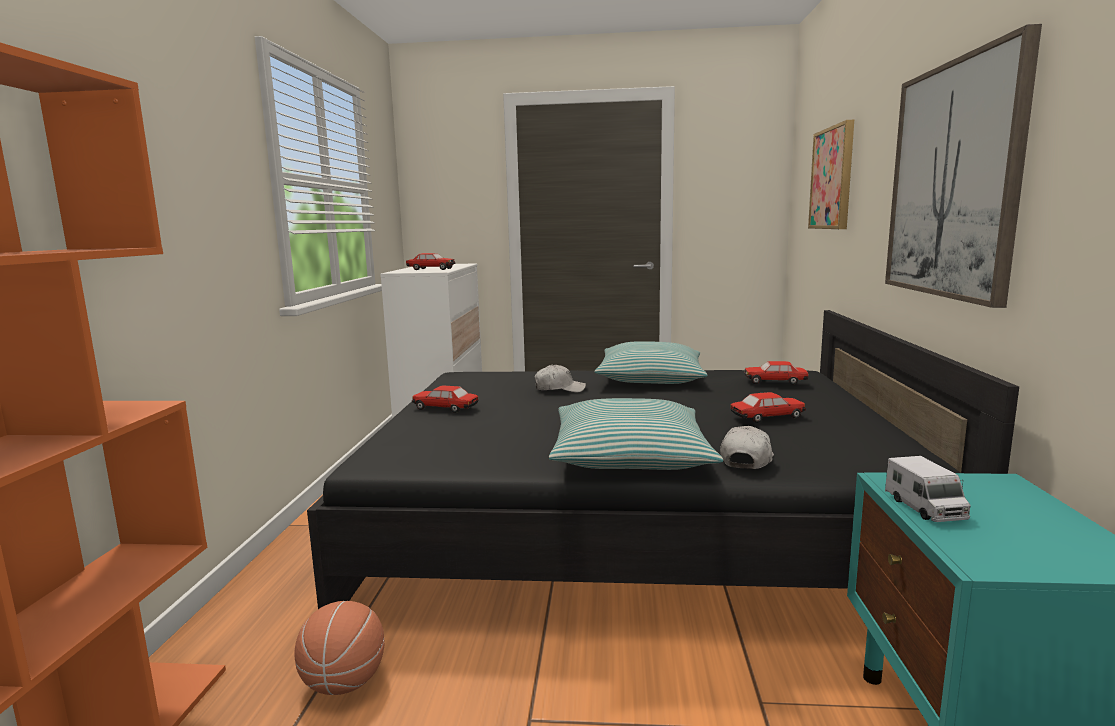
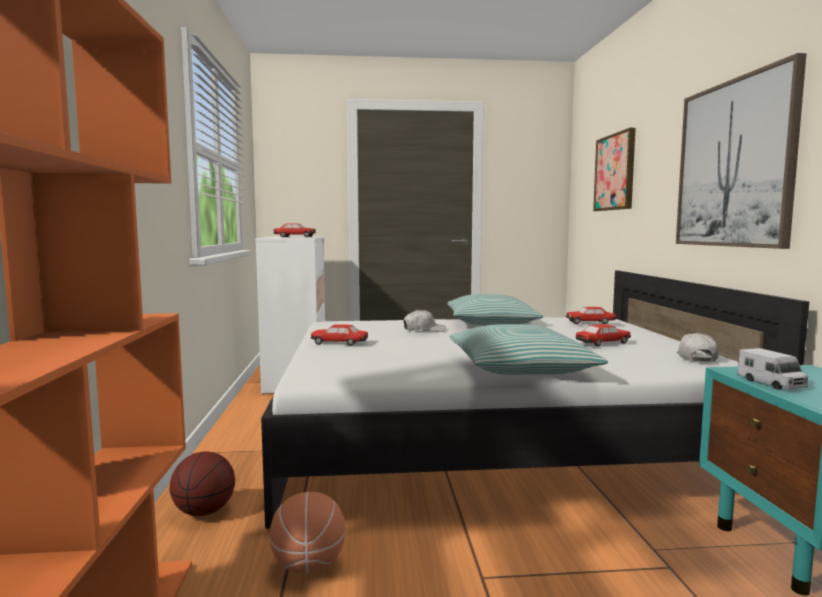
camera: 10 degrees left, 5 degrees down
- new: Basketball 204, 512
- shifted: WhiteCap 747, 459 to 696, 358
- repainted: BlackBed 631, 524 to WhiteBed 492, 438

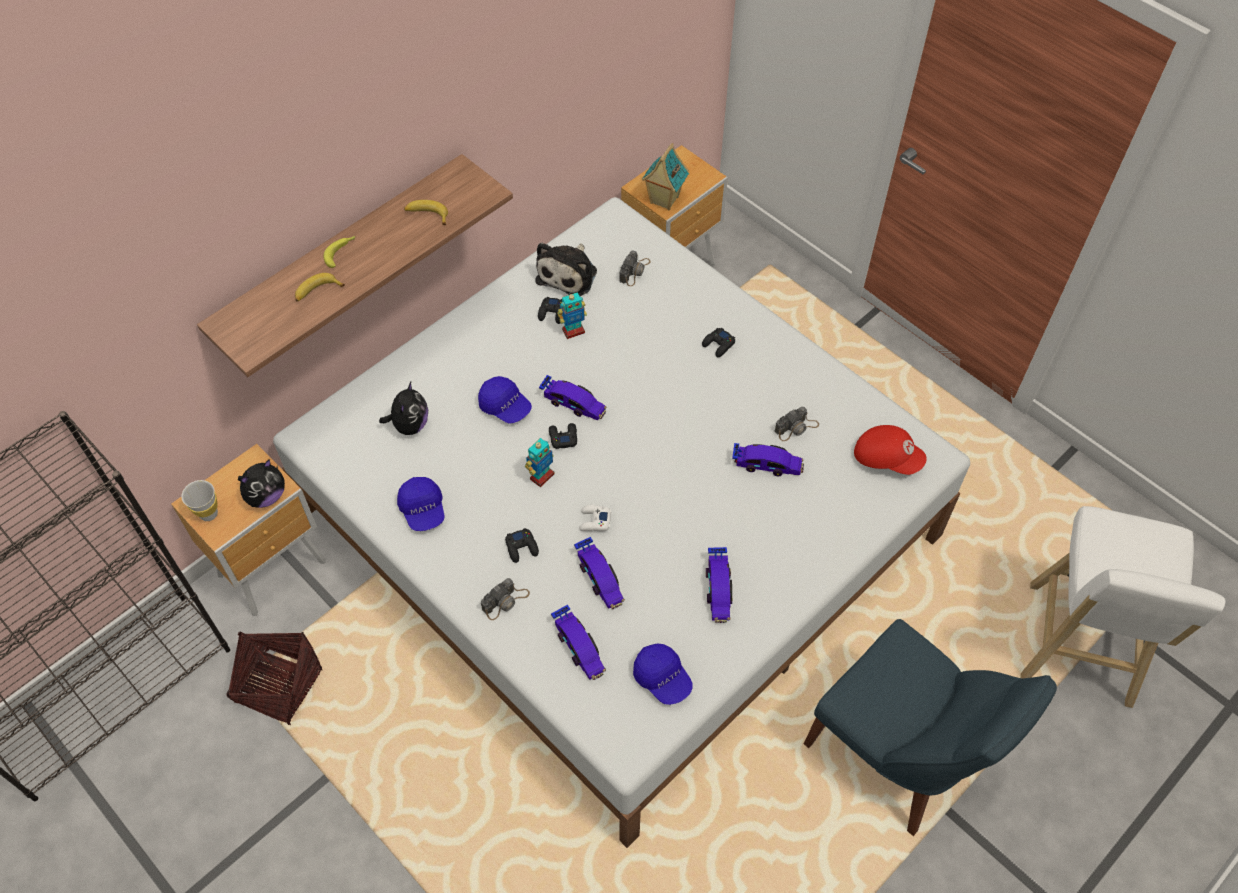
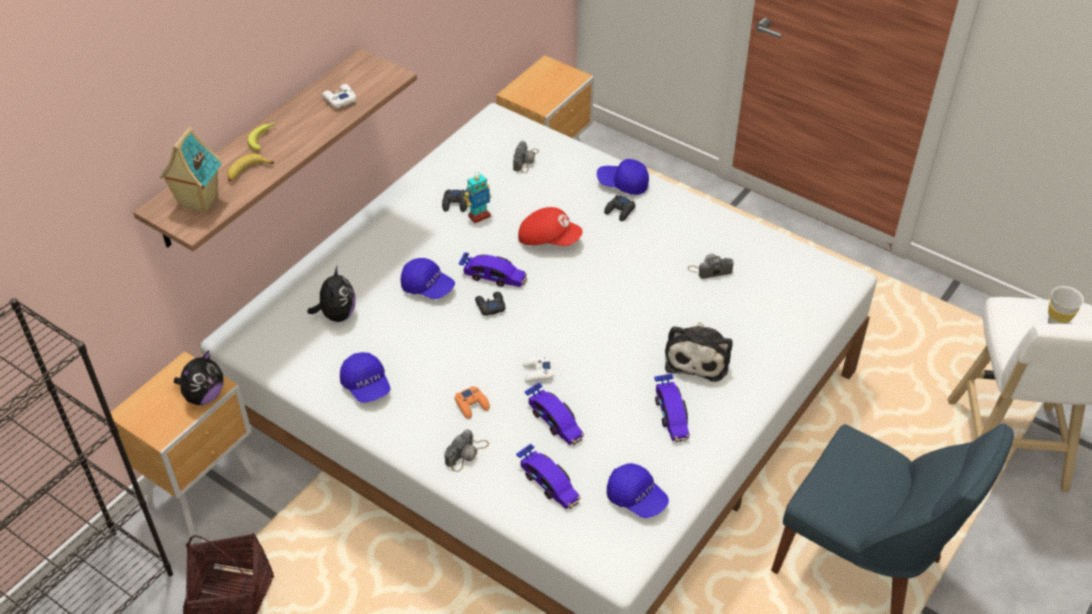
camera: 10 degrees left, 10 degrees down
- gone: ToyRobot 541, 476
- gone: ToyCar 767, 464
- new: BlueCap 623, 183
- shifted: WhiteCup 209, 514 to 1056, 323
- shifted: PlushToy 569, 274 to 698, 357
- shifted: ToyHouse 663, 200 to 198, 203
- shifted: RedCap 887, 458 to 549, 239
- swapped: Banana 427, 215 to WhiteGameController 339, 99
- repainted: BlackGameController 522, 547 to OrangeGameController 472, 405
- rotated: PhotoCamera 796, 427 = 710, 270 150 degrees counterclockwise

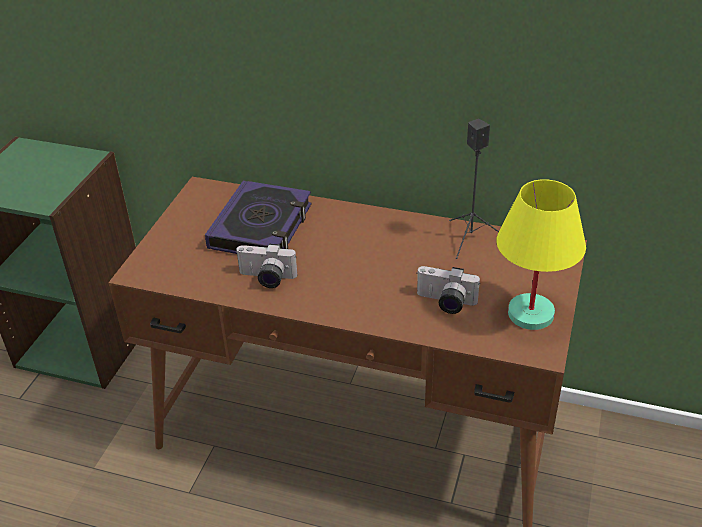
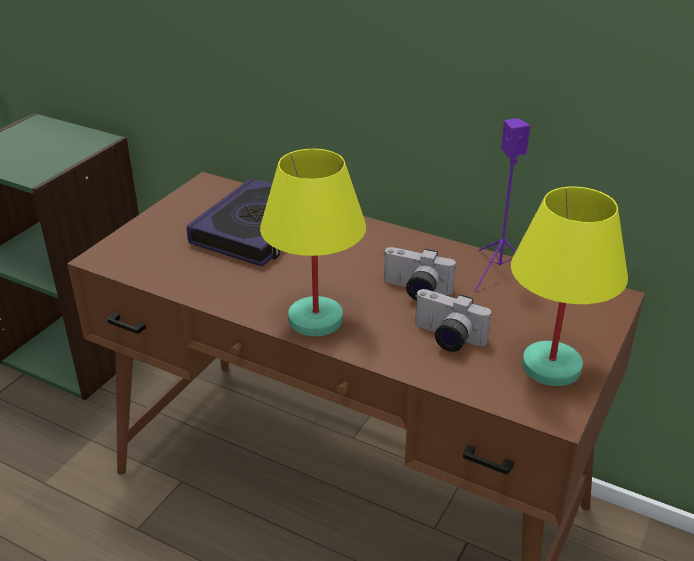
camera: 10 degrees right, 5 degrees down
- new: YellowTableLamp 314, 320
- shifted: PhotoCamera 266, 279 to 415, 291
- repainted: BlackSpeaker 471, 238 to PurpleSpeaker 500, 272

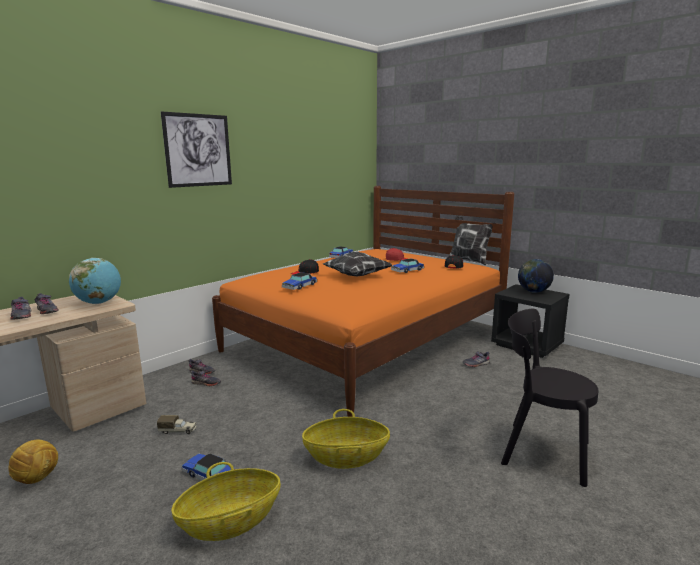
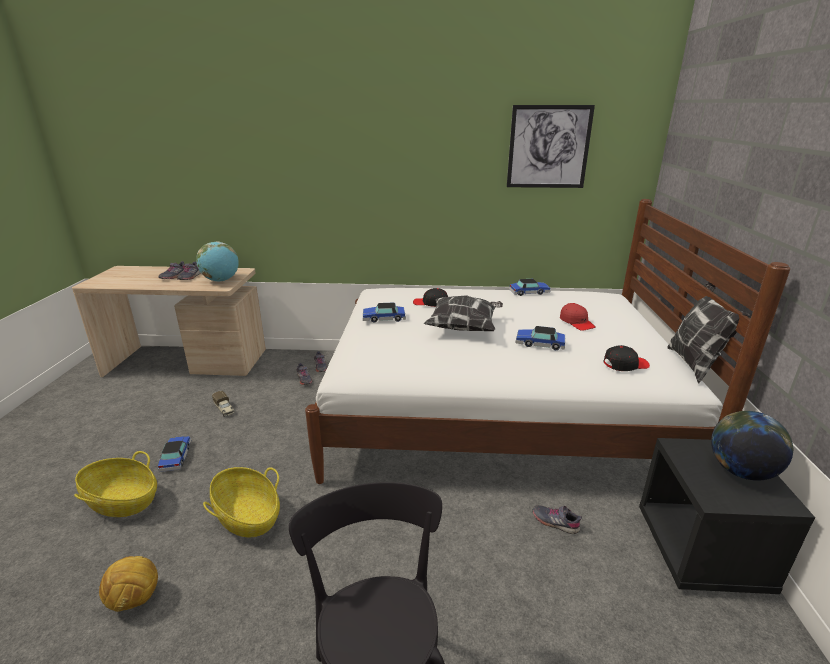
camera: 50 degrees right, 10 degrees up
- shifted: Football 38, 478 to 136, 600
- shifted: Picture 198, 150 to 548, 147
- repainted: OrangeBed 367, 341 to WhiteBed 494, 411

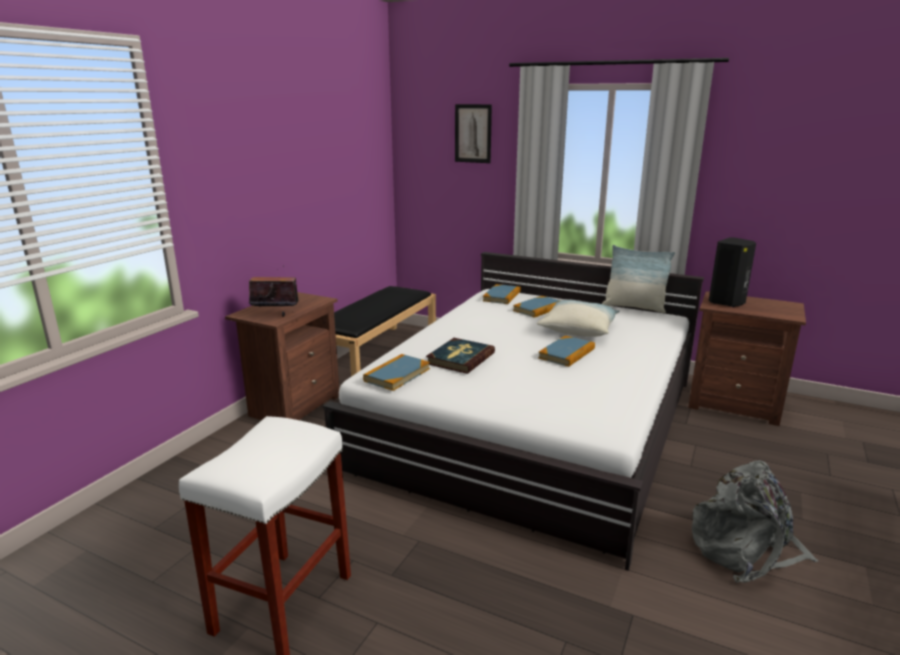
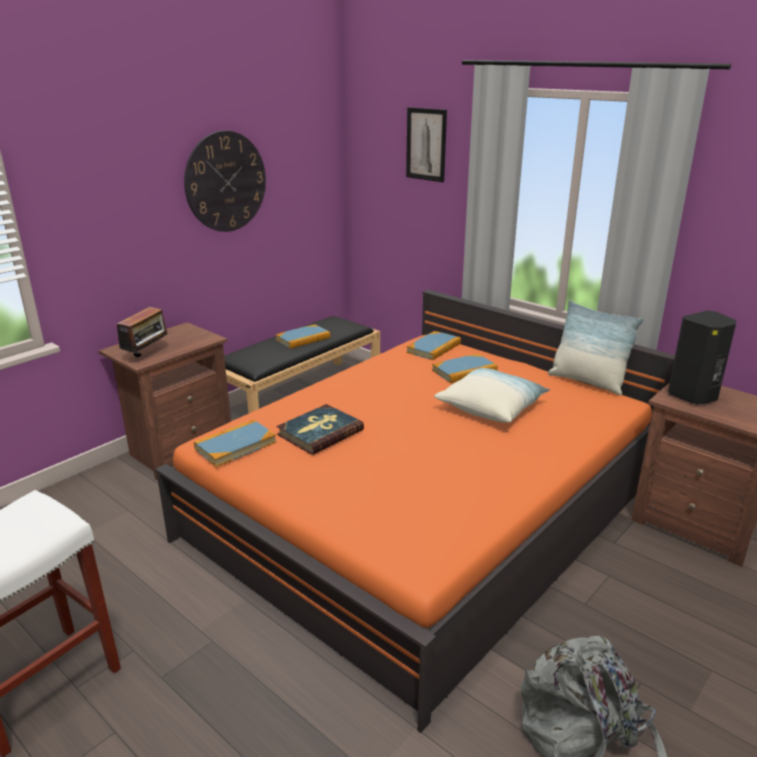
camera: 15 degrees right, 5 degrees up
- new: WallClock 225, 182
- shifted: Book 567, 353 to 303, 339
- repainted: WhiteBed 533, 423 to OrangeBed 425, 511
- rotated: Radio 275, 315 = 147, 354 105 degrees clockwise

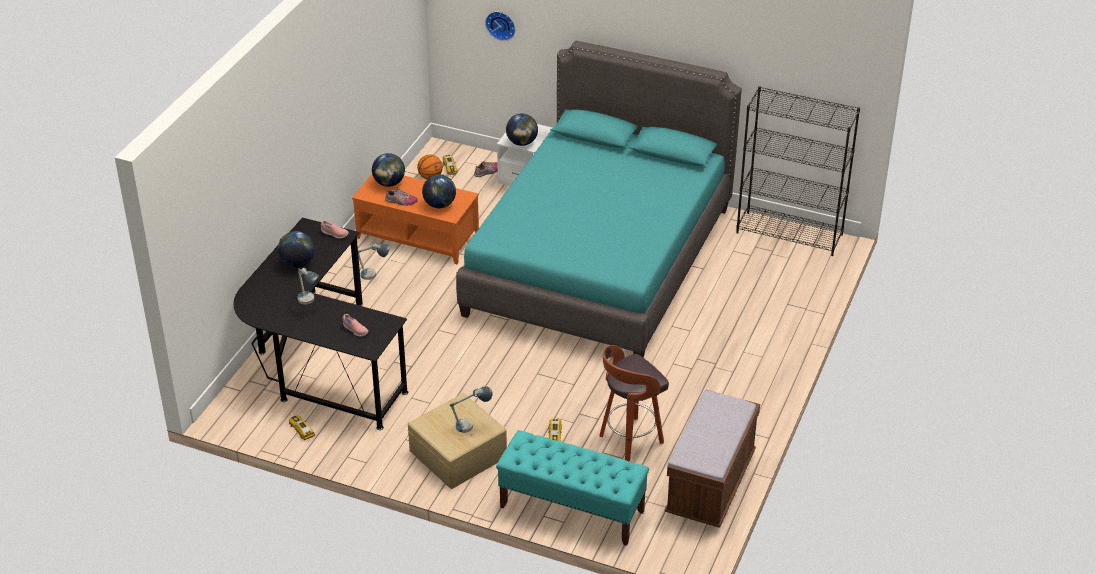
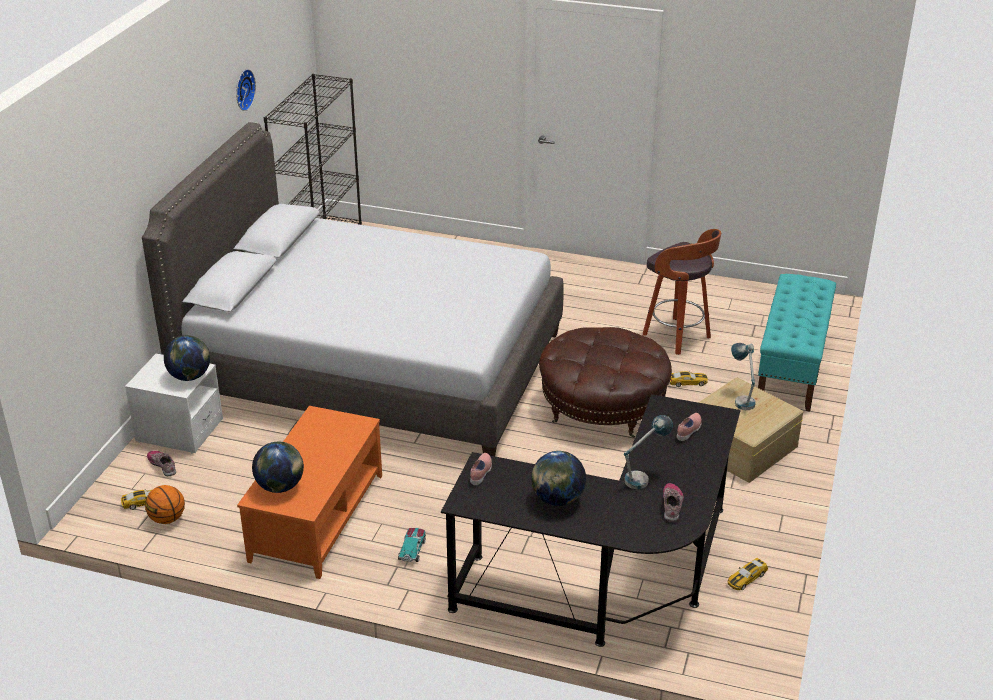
camera: 95 degrees left, 5 degrees down
- gone: Globe 439, 205
- gone: BrownBench 710, 485
- new: BrownOttoman 602, 408
- shifted: Shoe 401, 201 to 672, 505
- shifted: WallClock 501, 24 to 242, 89
- swapped: TableLamp 374, 276 to ToyCar 412, 549
- repainted: TurquoiseBed 598, 260 to GreyBed 372, 366

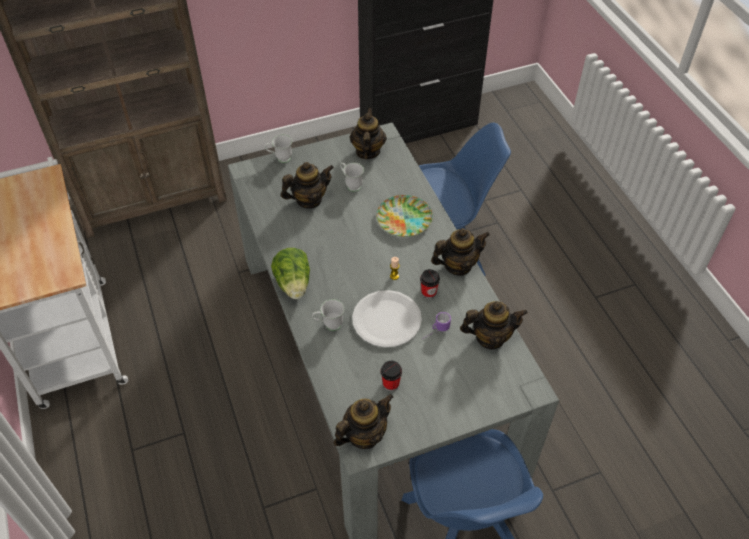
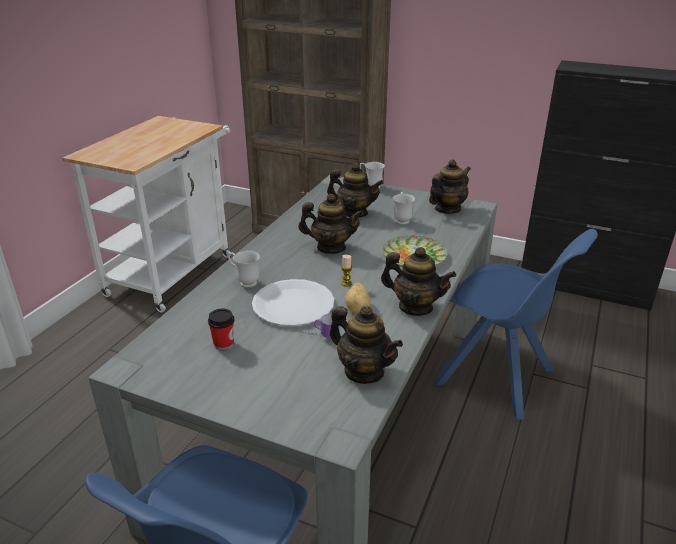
camera: 45 degrees right, 20 degrees down
- gone: Lettuce 294, 284
- shifted: Teapot 363, 435 to 331, 248
- swapped: Cup 428, 292 to Potato 358, 309

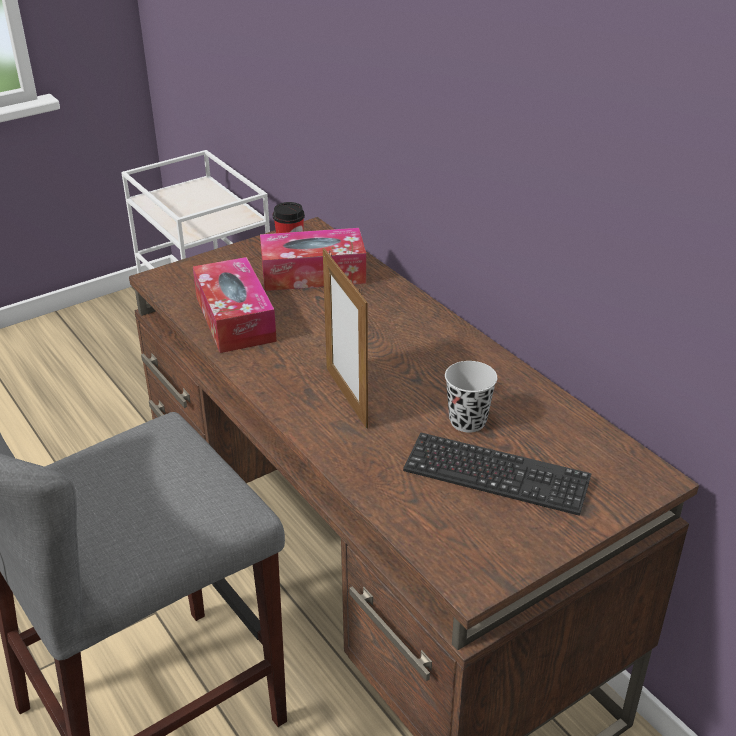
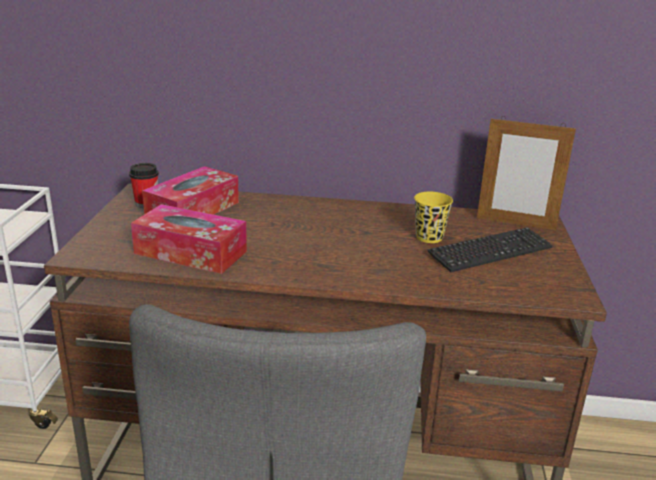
camera: 50 degrees left, 10 degrees down
- shifted: PictureFrame 346, 397 to 515, 223
- repainted: BlackCup 467, 421 to YellowCup 429, 237

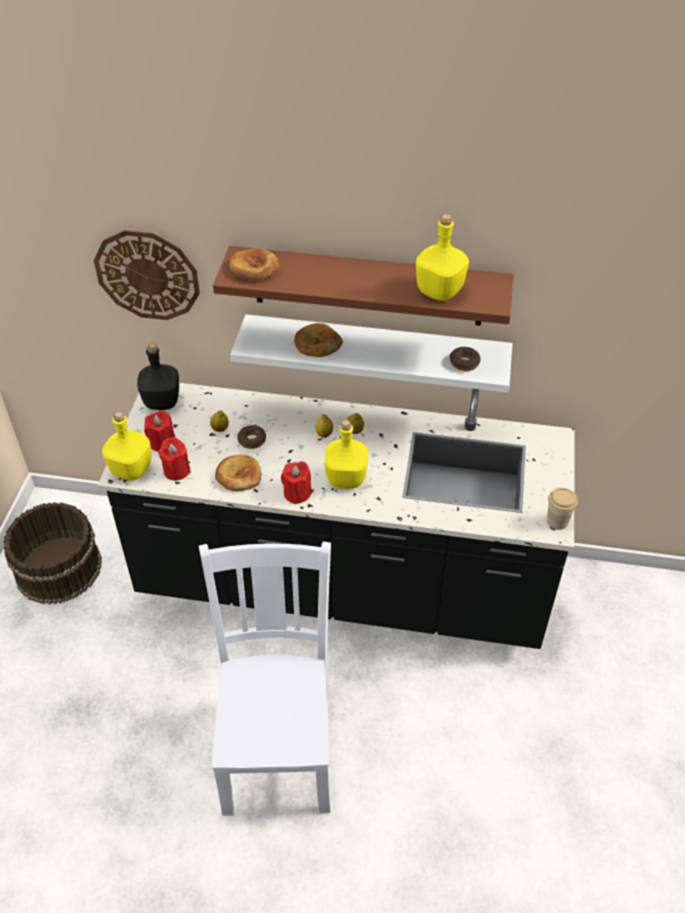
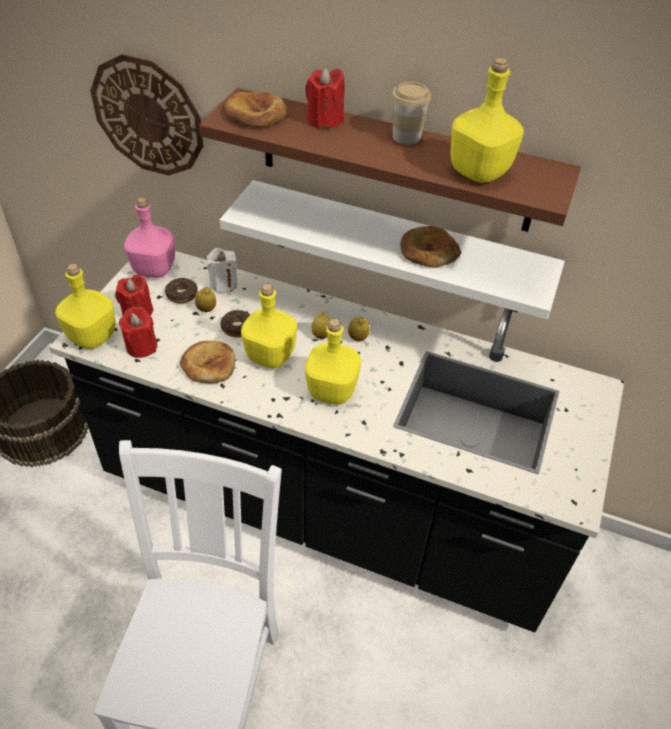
camera: 10 degrees right, 0 degrees up
- new: WhiteCandle 223, 284
- new: YellowBottle 269, 355
- shifted: RedCandle 297, 493 to 325, 120
- shifted: Bread 317, 344 to 428, 251
- shifted: Donut 464, 362 to 182, 294
- shifted: Cup 557, 521 to 406, 137
- repainted: BlackBottle 162, 402 to PinkBottle 154, 269

